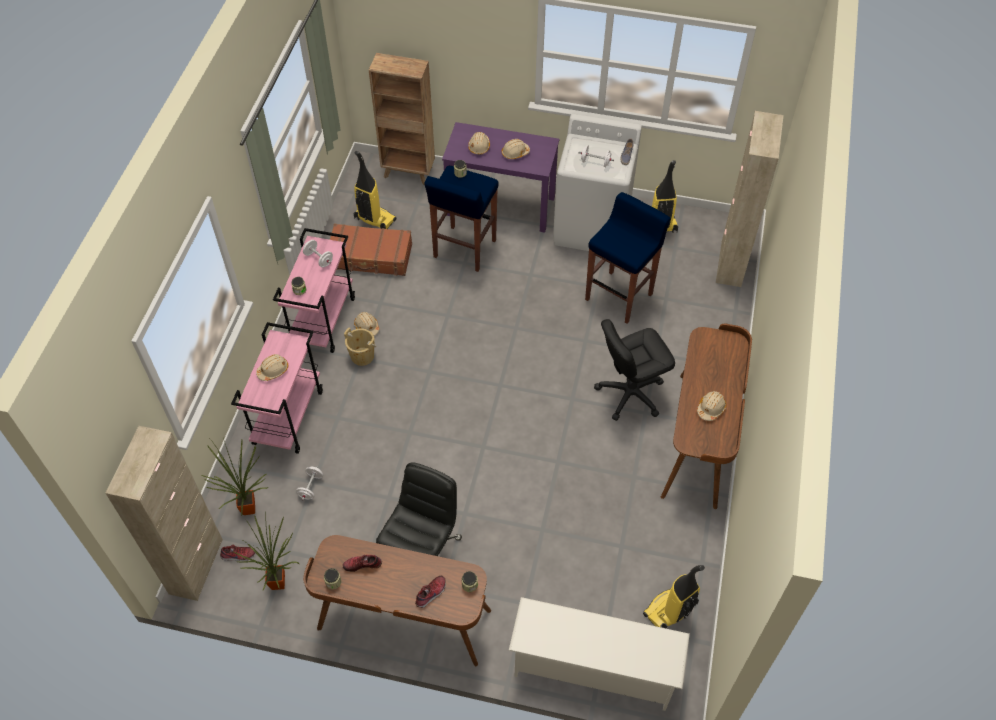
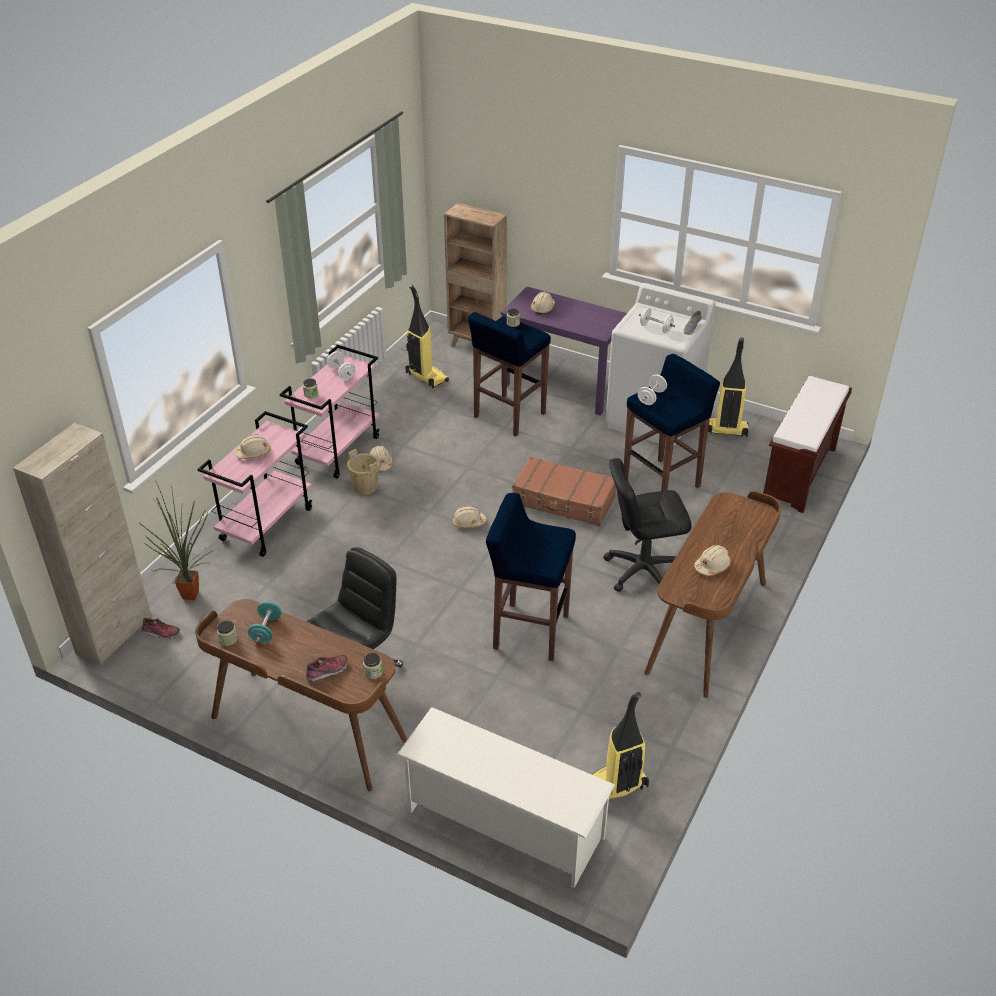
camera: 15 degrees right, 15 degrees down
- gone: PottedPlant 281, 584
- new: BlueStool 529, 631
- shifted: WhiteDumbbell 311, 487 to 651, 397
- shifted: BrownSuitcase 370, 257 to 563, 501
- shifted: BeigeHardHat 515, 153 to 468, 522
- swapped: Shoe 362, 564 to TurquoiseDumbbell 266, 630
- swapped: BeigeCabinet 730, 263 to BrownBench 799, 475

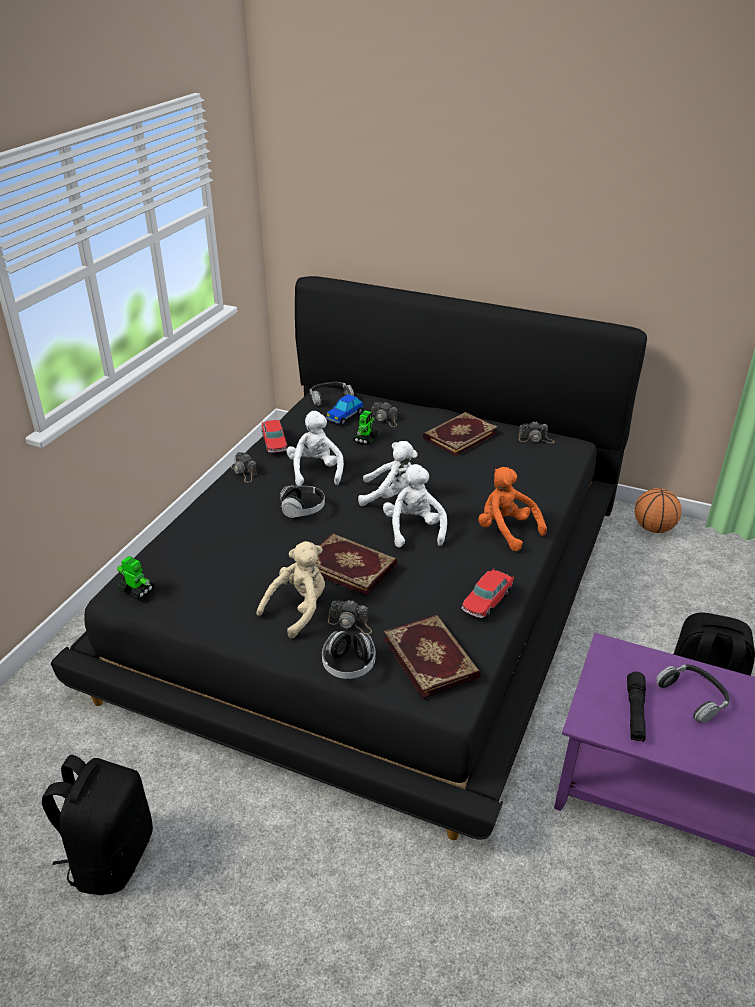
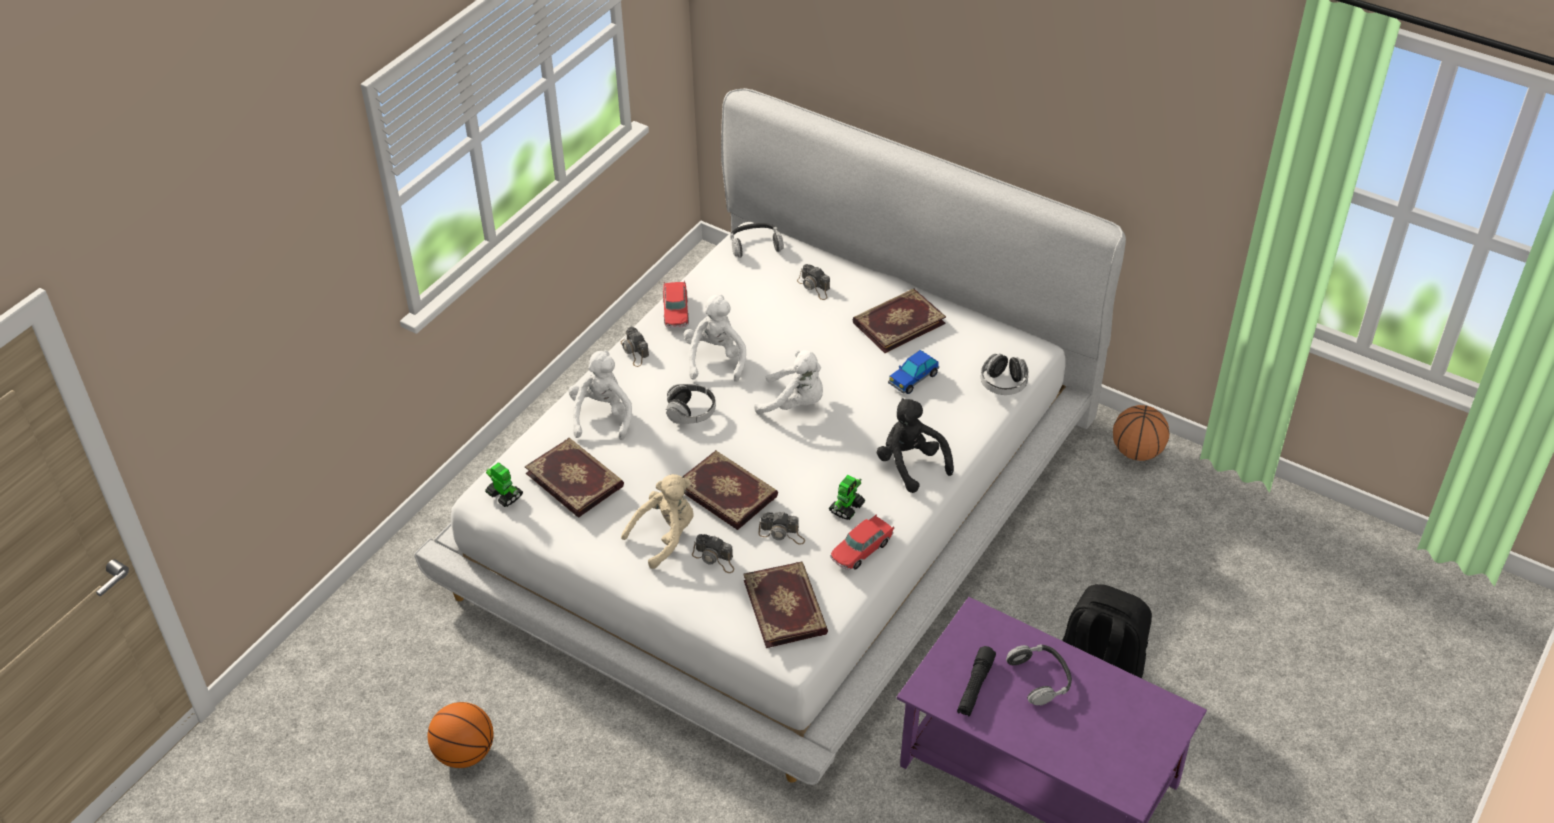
camera: 10 degrees right, 10 degrees up
- new: Book 575, 479
- shifted: Headphones 349, 665 to 1003, 384
- shifted: ToyCar 345, 416 to 913, 379
- shifted: ToyRobot 365, 439 to 847, 507
- shifted: WhitePlushToy 414, 529 to 602, 416
- shifted: PhotoCamera 536, 439 to 782, 533
- swapped: BlackBackpack 111, 856 to Basketball 465, 753
- repainted: BlackBed 377, 589 to WhiteBed 778, 497
- repainted: OrangePlushToy 506, 530 to BlackPlushToy 911, 464

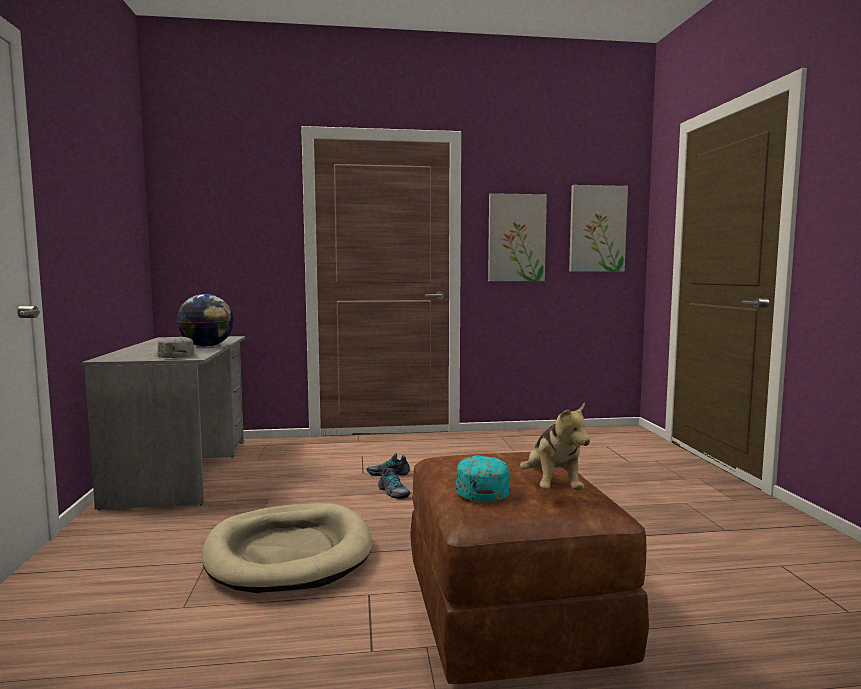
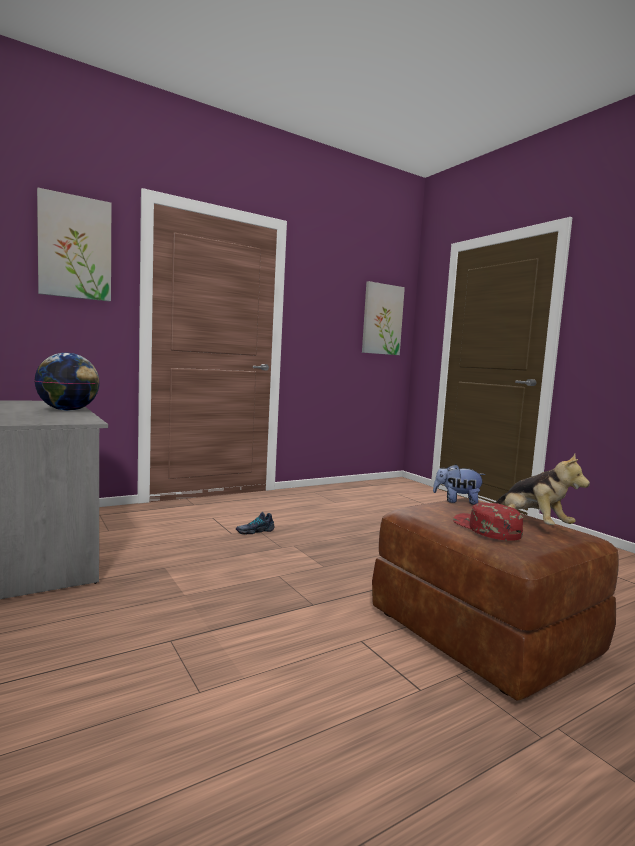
camera: 25 degrees left, 0 degrees up
- gone: GreyCap 173, 355
- gone: BeigeDogBed 289, 553
- gone: Shoe 393, 492
- new: PlushToy 457, 501
- shifted: Picture 516, 238 to 75, 247
- repainted: TurquoiseCap 480, 486 to RedCap 486, 529

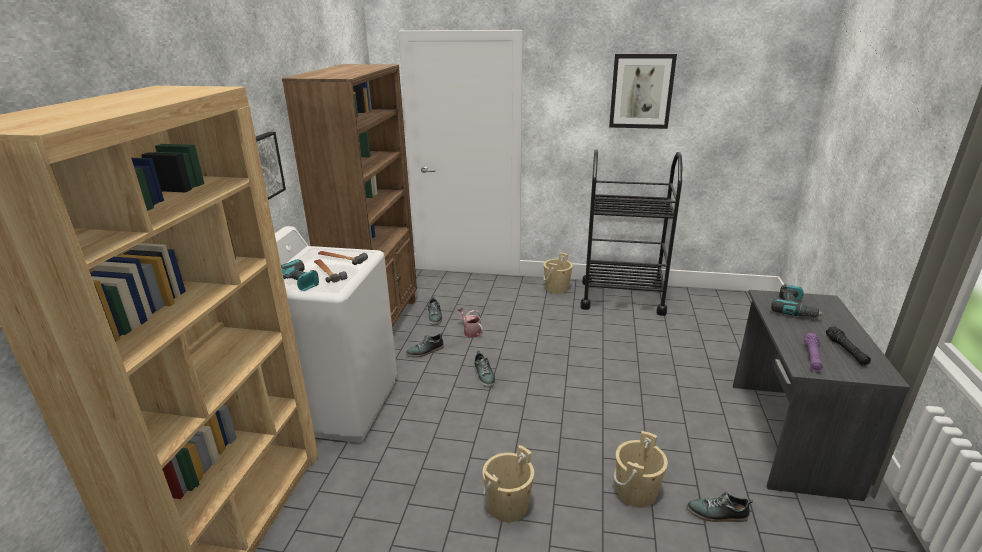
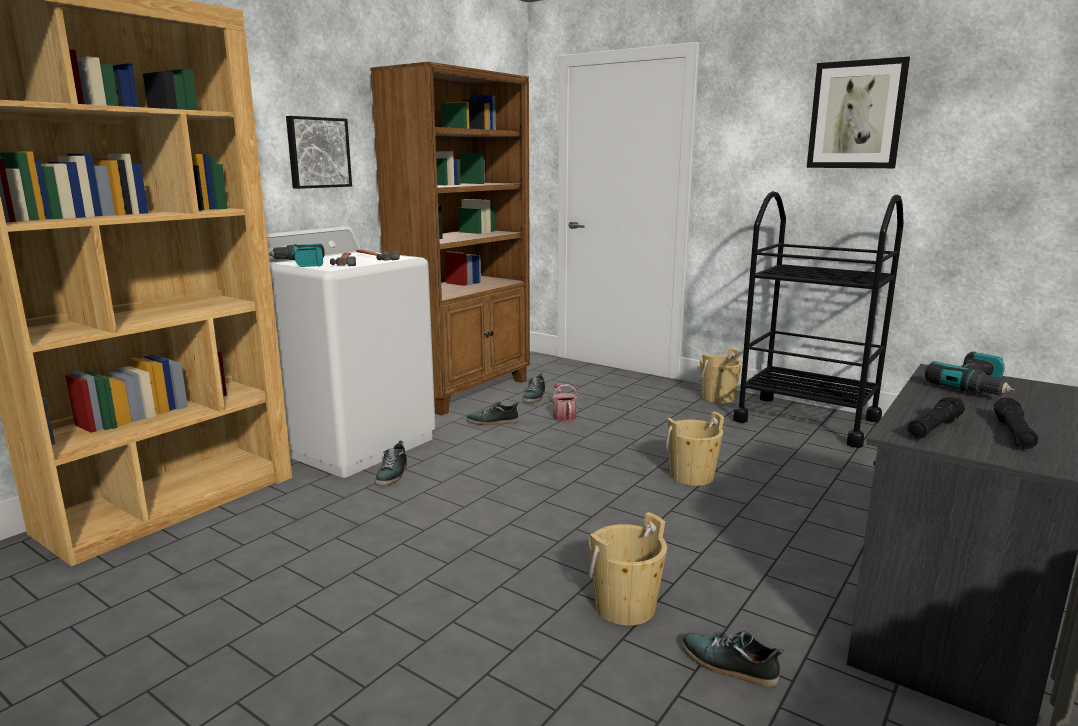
camera: 25 degrees right, 10 degrees down
- shifted: Shoe 484, 375 to 392, 474
- shifted: BeigeBucket 508, 506 to 692, 476
- repainted: PurpleFlashlight 812, 357 to BlackFlashlight 934, 428

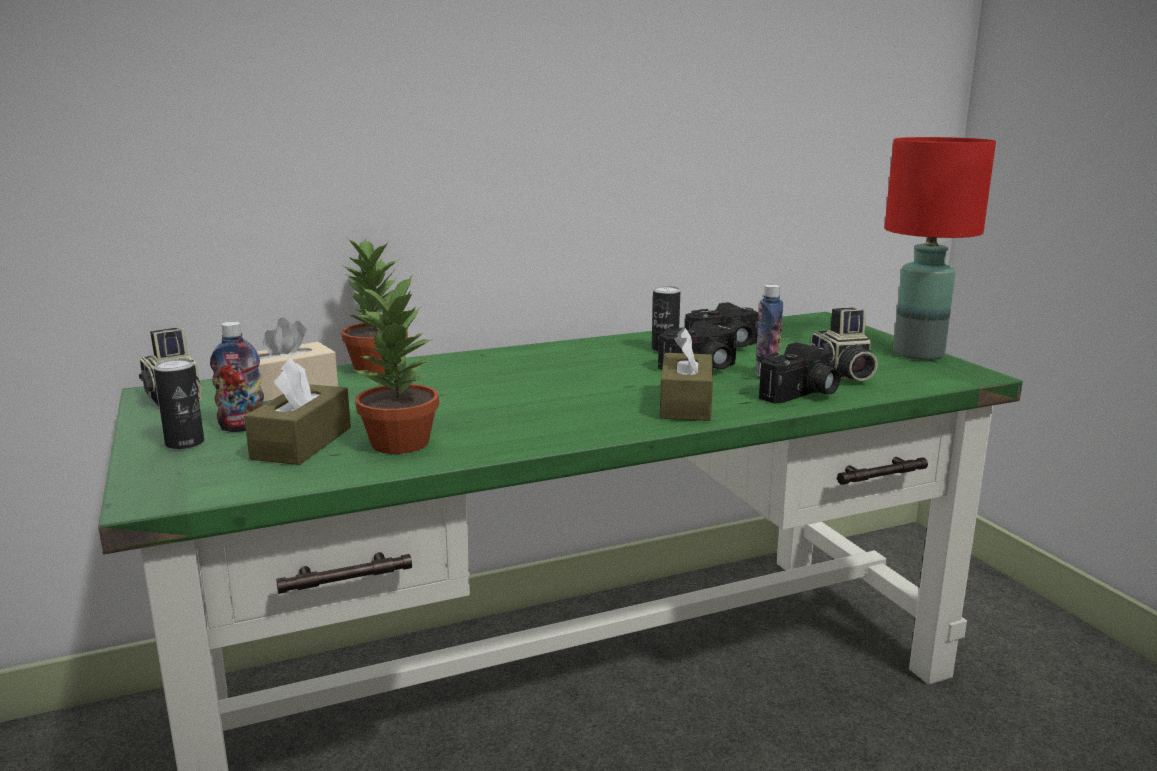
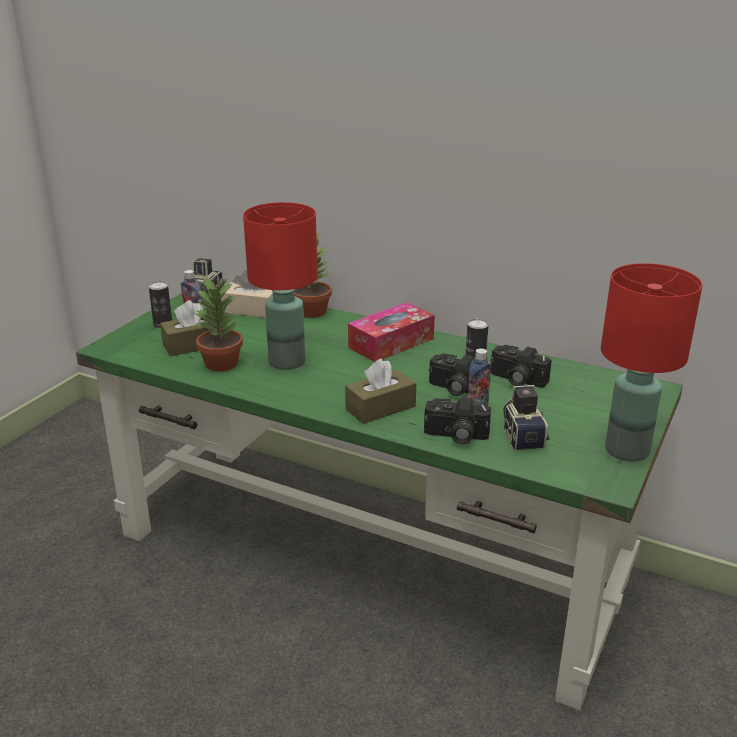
camera: 50 degrees right, 10 degrees up
- new: RedTableLamp 287, 361
- new: TissueBox 391, 343
- rotated: PhotoCamera 841, 374 = 522, 436 135 degrees clockwise

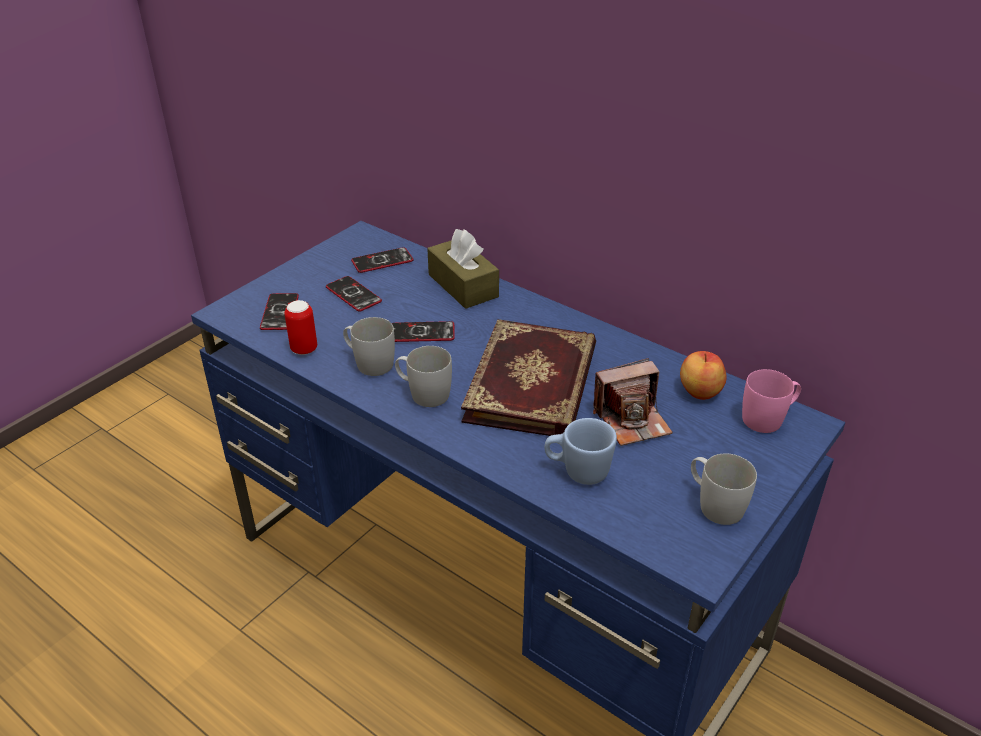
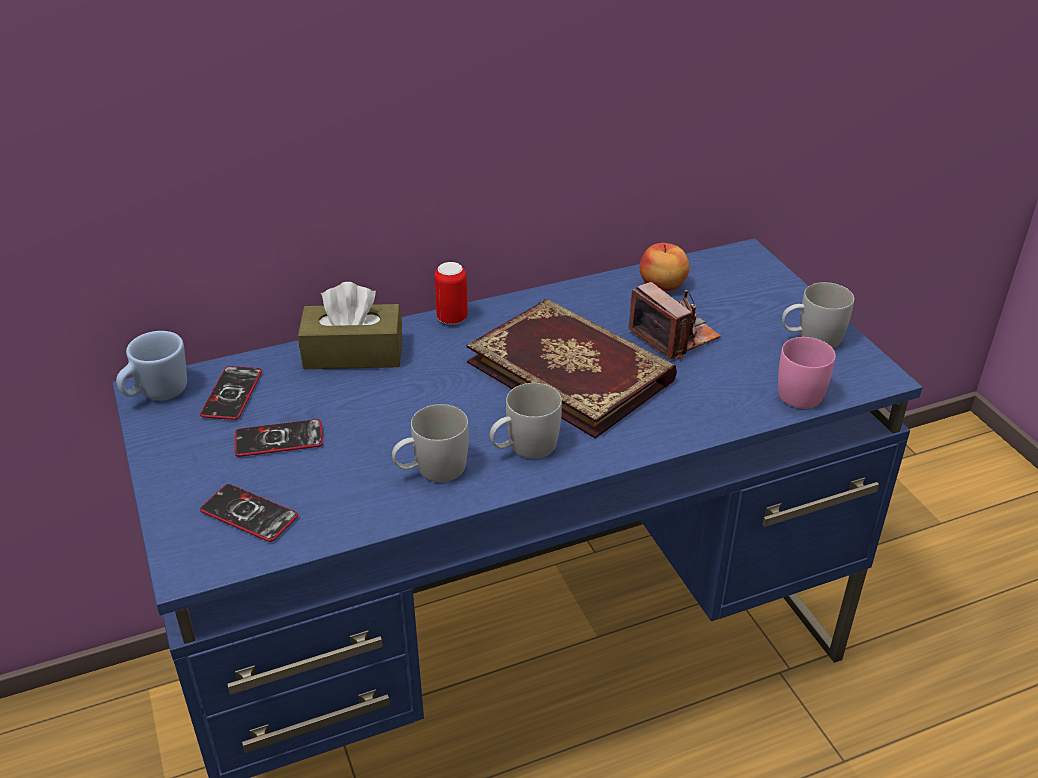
camera: 60 degrees left, 0 degrees up
- gone: Phone 422, 333
- shifted: Can 304, 349 to 452, 318
- shifted: BlueMug 577, 471 to 157, 394
- shifted: PinkMug 768, 418 to 798, 389
- rotated: PhotoCamera 632, 420 = 674, 336 45 degrees counterclockwise

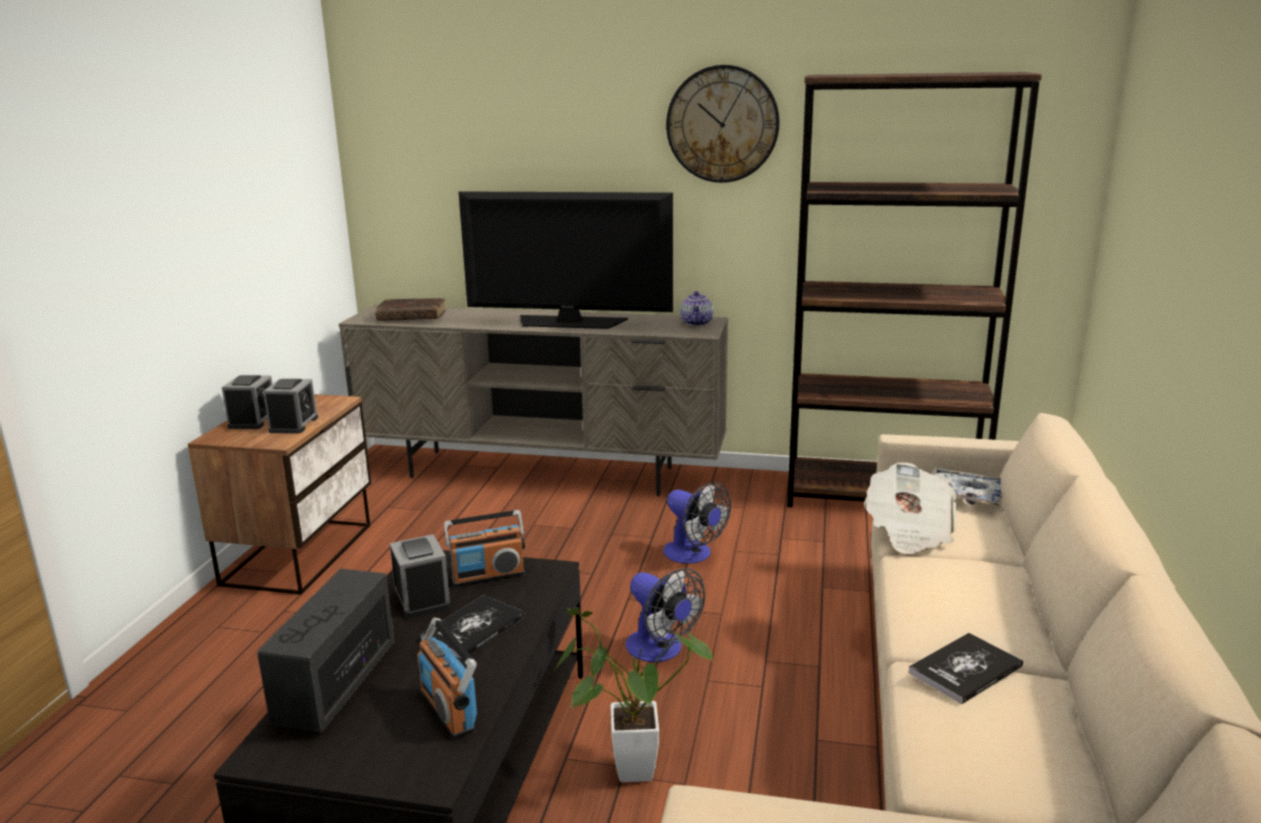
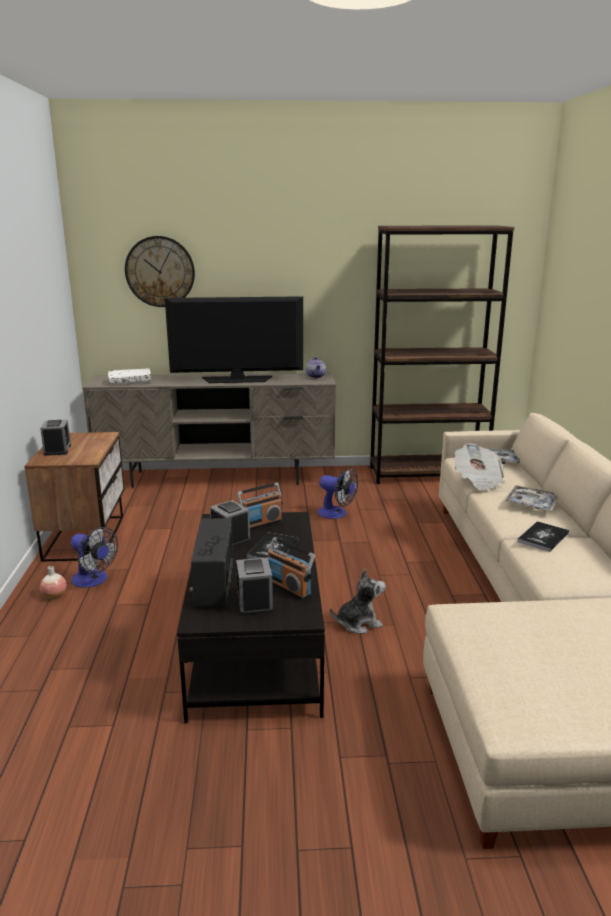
camera: 15 degrees left, 0 degrees up
- new: Vase 54, 595
- new: Tray 532, 504
- shifted: AlarmClock 293, 424 to 254, 602
- shifted: Fan 661, 650 to 93, 580
- shifted: WallClock 722, 124 to 160, 271
- swapped: PottedPlant 624, 771 to PlushToy 358, 623
- repainted: BrownBook 412, 317 to WhiteBook 130, 381

